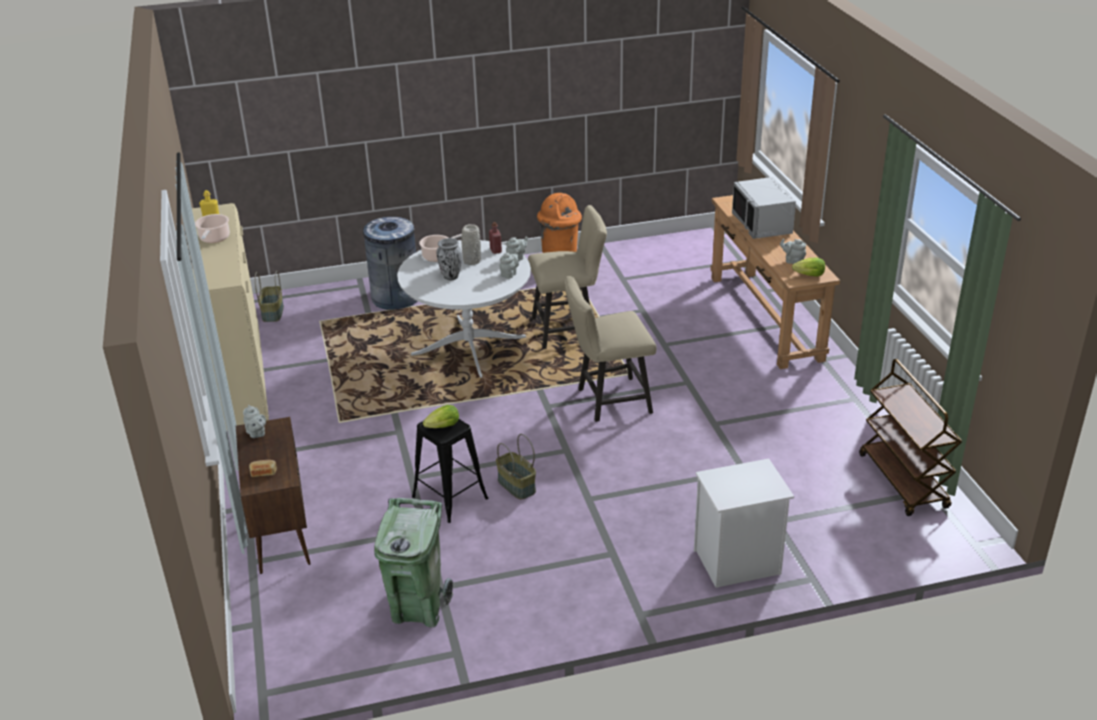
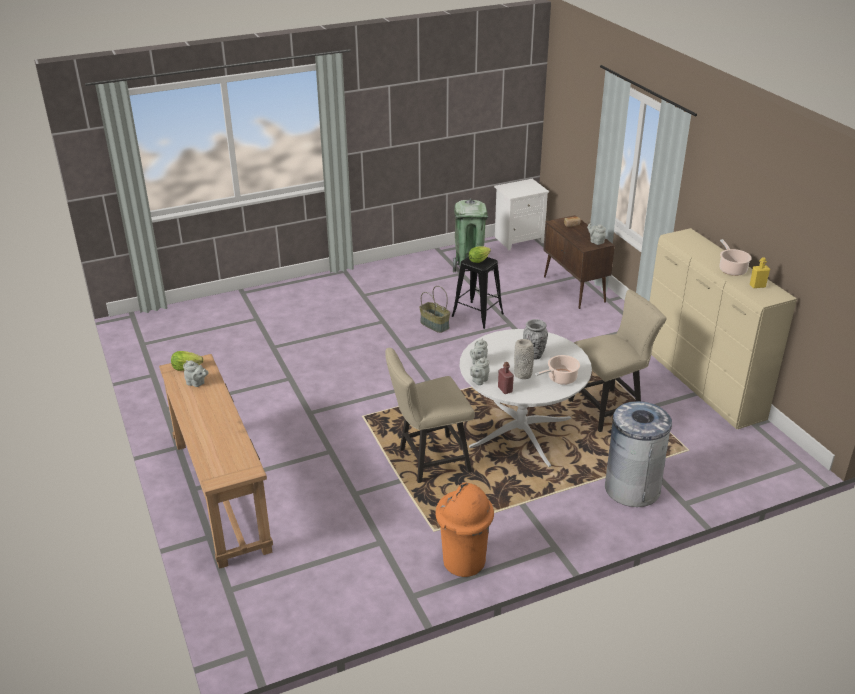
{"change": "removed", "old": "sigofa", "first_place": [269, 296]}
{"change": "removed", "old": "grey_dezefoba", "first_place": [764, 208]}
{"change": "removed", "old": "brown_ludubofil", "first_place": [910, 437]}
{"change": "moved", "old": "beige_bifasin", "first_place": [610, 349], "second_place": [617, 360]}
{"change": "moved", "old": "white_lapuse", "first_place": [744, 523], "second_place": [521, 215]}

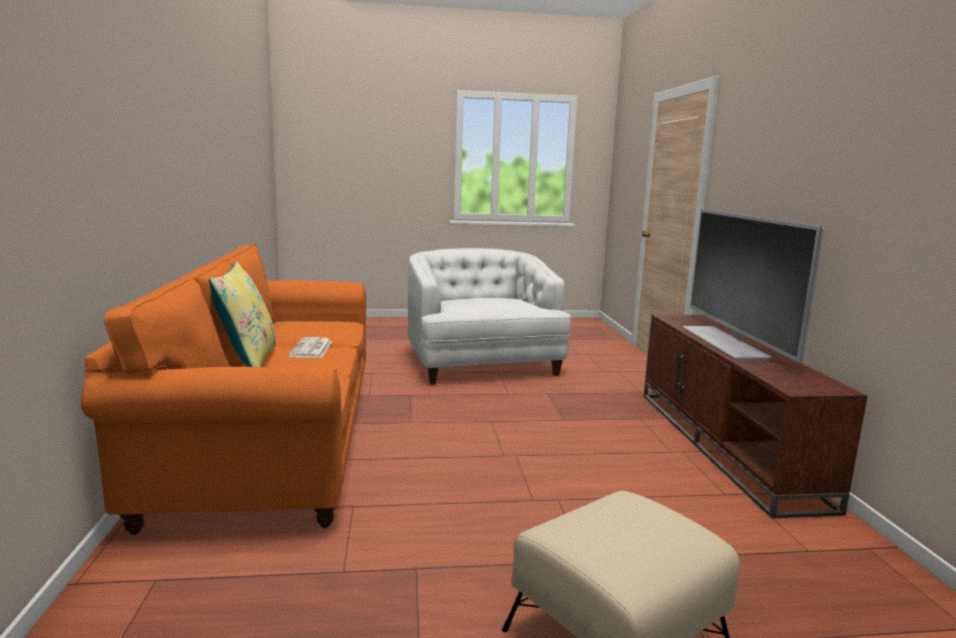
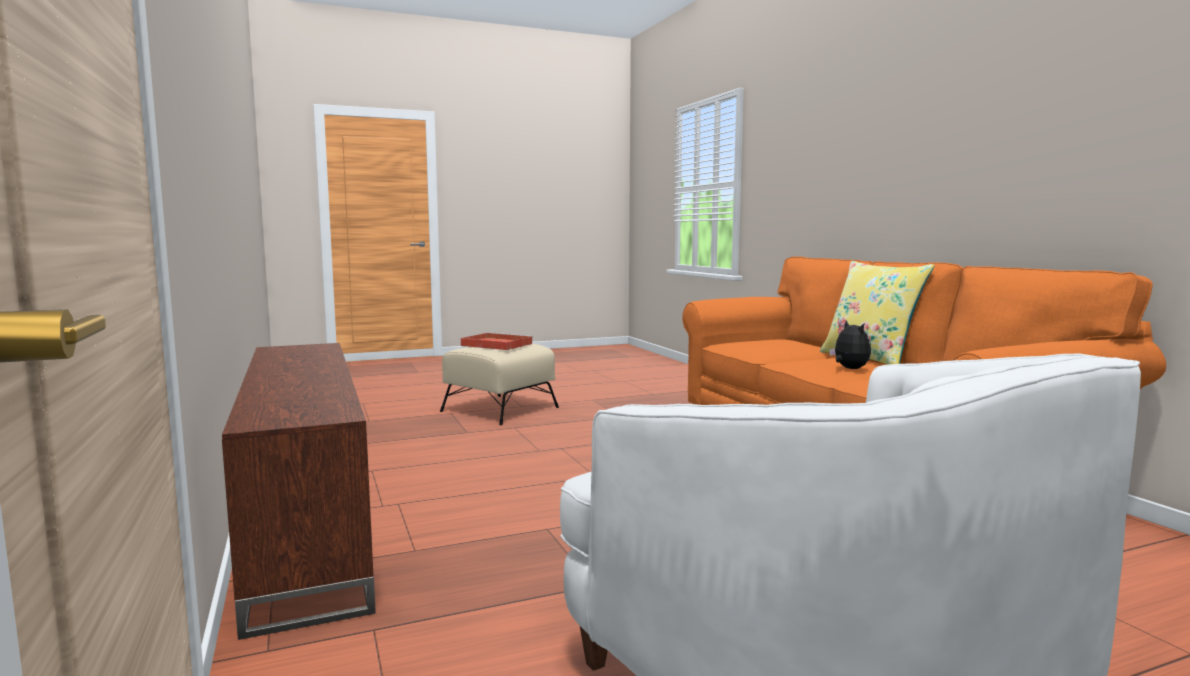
{"change": "removed", "old": "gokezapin", "first_place": [753, 286]}
{"change": "added", "new": "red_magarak", "second_place": [497, 341]}
{"change": "replaced", "old": "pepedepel", "new": "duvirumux", "first_place": [310, 347], "second_place": [850, 344]}

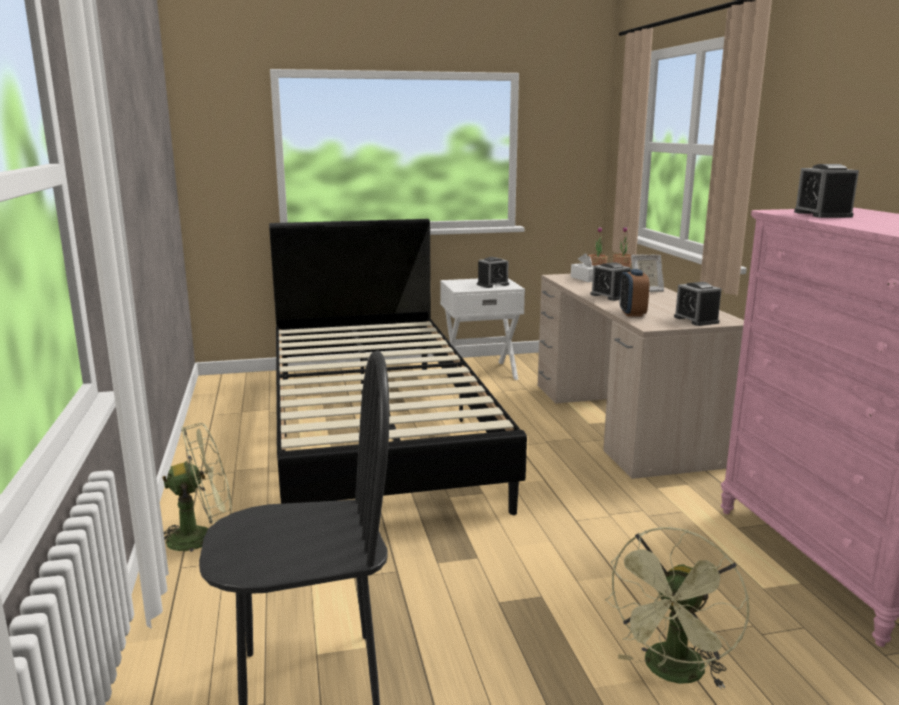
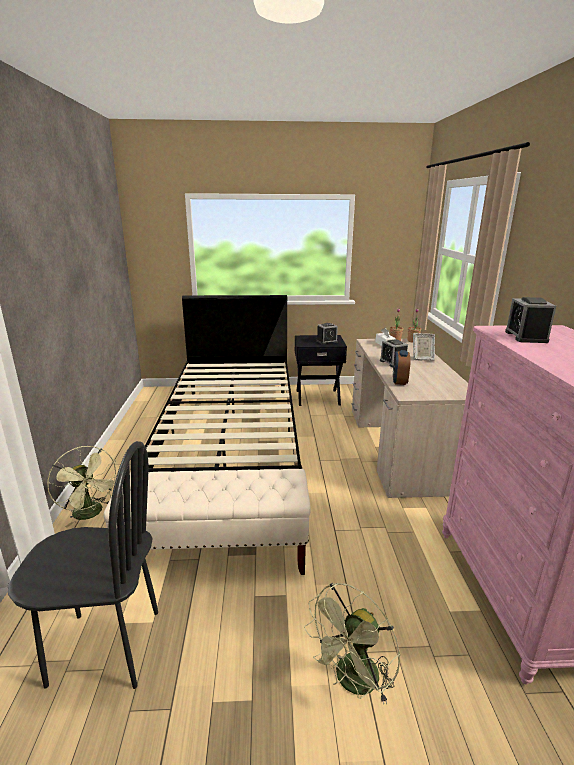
{"change": "removed", "old": "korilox", "first_place": [698, 304]}
{"change": "added", "new": "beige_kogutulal", "second_place": [207, 522]}
{"change": "recoloured", "old": "white_lapuse", "new": "black_lapuse", "first_place": [482, 329], "second_place": [320, 370]}
{"change": "turned", "old": "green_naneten", "first_place": [197, 487], "second_place": [82, 487], "degrees": 60}

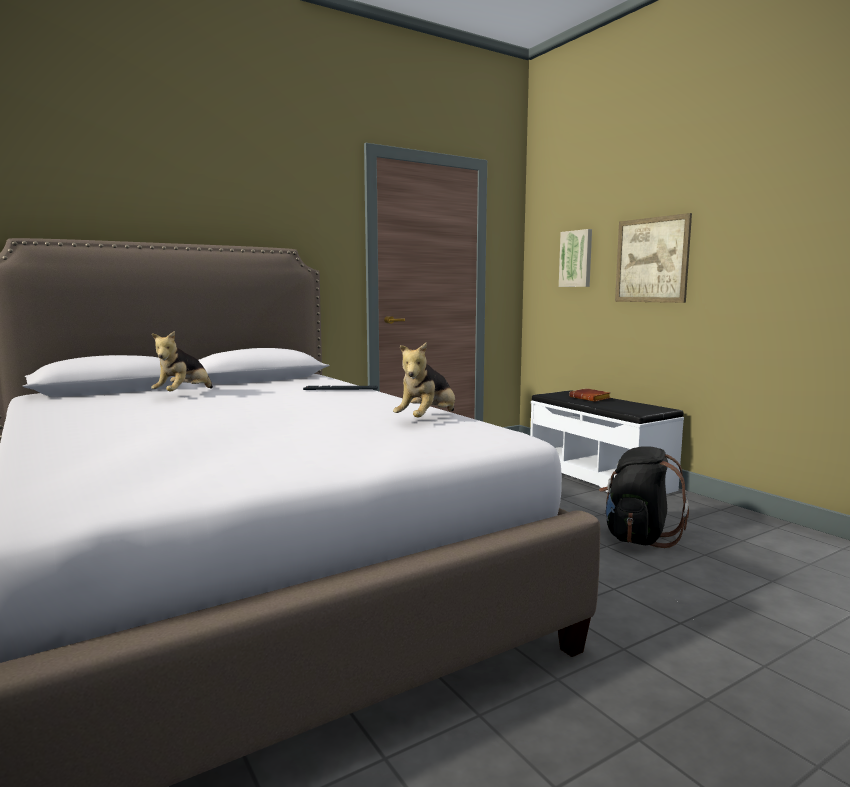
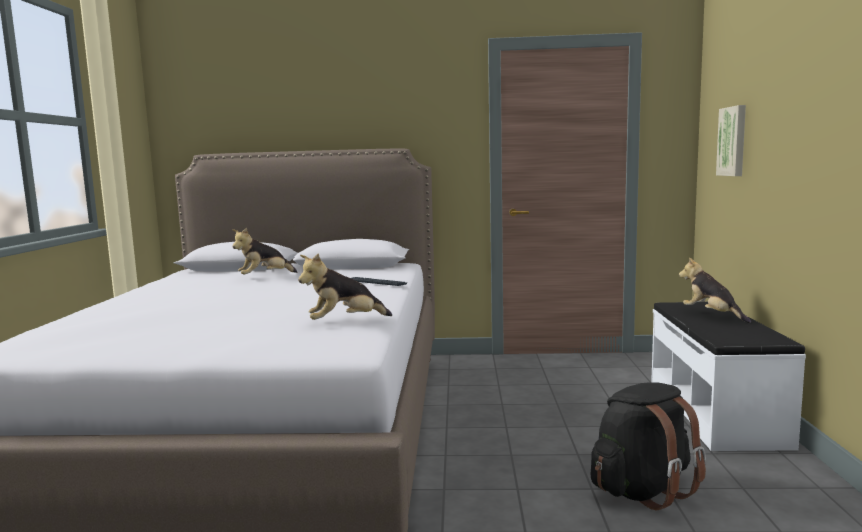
{"change": "removed", "old": "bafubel", "first_place": [653, 258]}
{"change": "replaced", "old": "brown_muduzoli", "new": "duvirumux", "first_place": [590, 395], "second_place": [715, 290]}

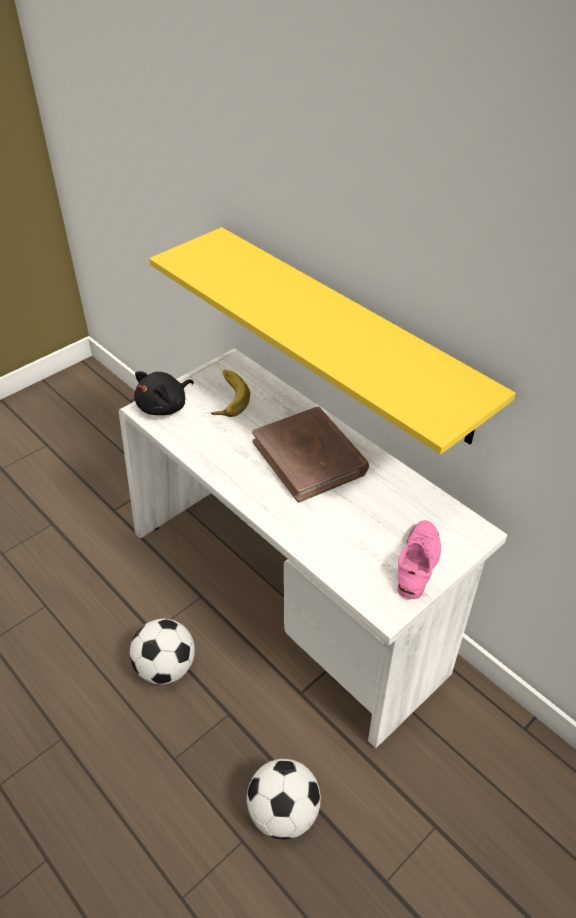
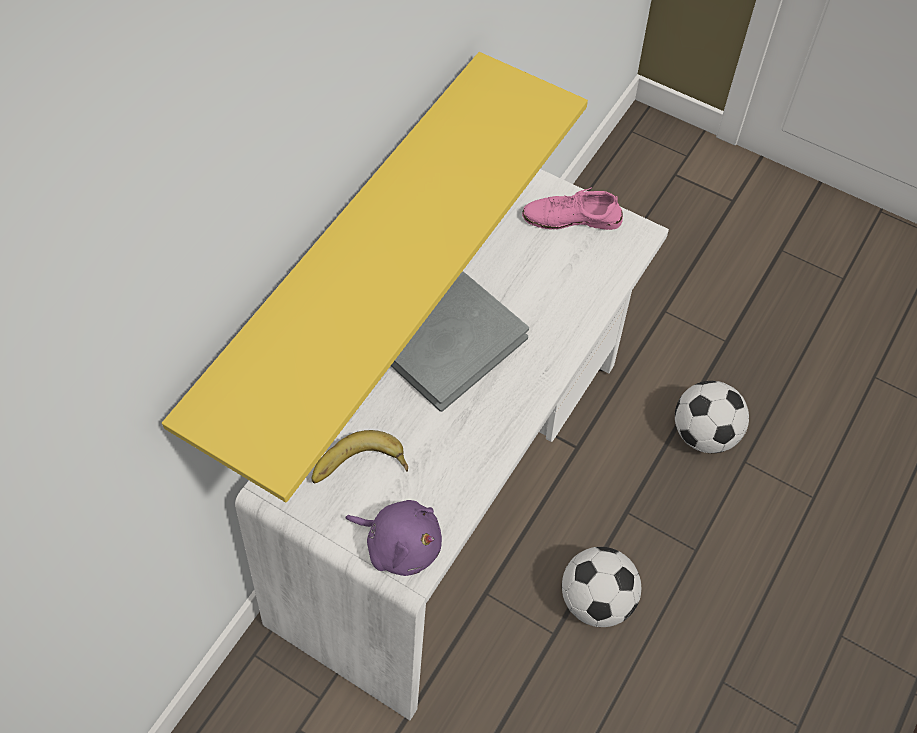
{"change": "recoloured", "old": "black_duvirumux", "new": "purple_duvirumux", "first_place": [164, 393], "second_place": [393, 538]}
{"change": "recoloured", "old": "brown_muduzoli", "new": "grey_muduzoli", "first_place": [310, 455], "second_place": [460, 342]}

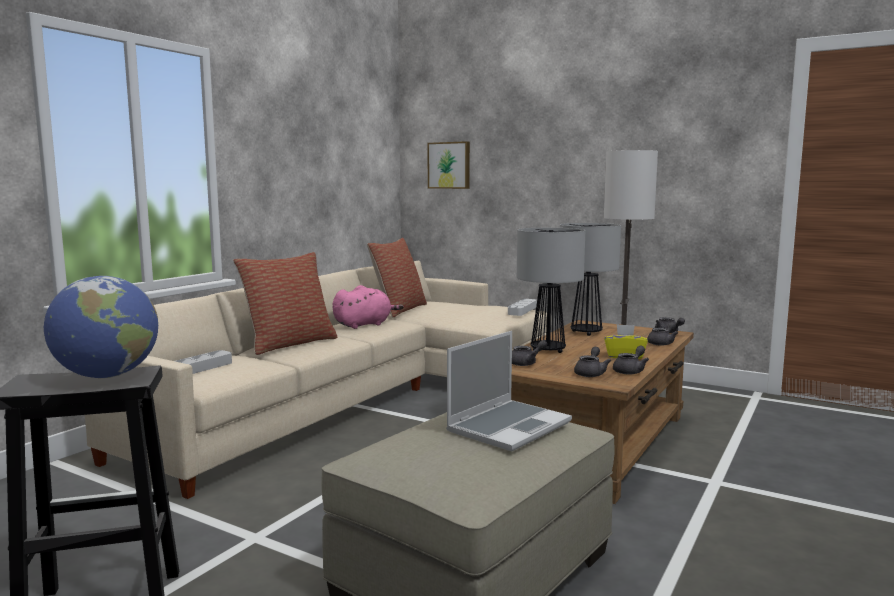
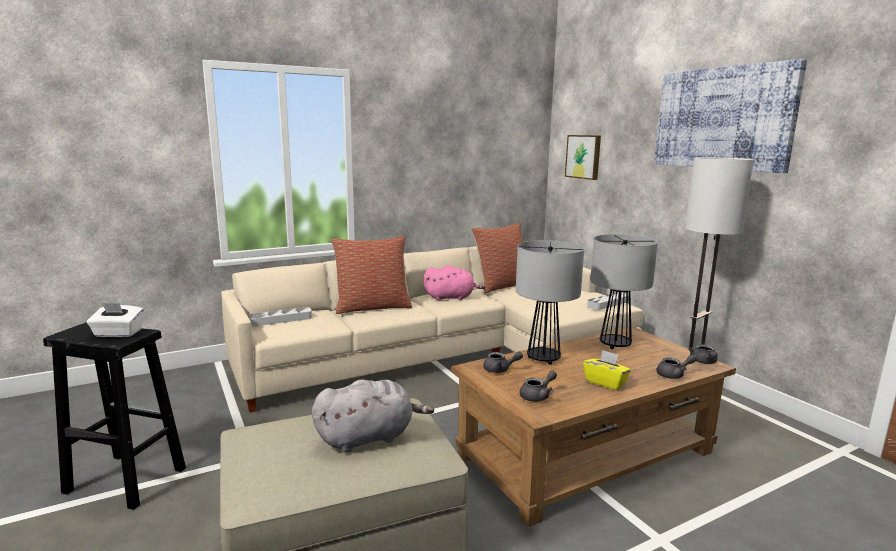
{"change": "removed", "old": "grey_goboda", "first_place": [631, 360]}
{"change": "added", "new": "bafubel", "second_place": [730, 116]}
{"change": "replaced", "old": "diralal", "new": "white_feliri", "first_place": [101, 327], "second_place": [115, 319]}
{"change": "replaced", "old": "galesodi", "new": "grey_duvirumux", "first_place": [509, 391], "second_place": [373, 416]}

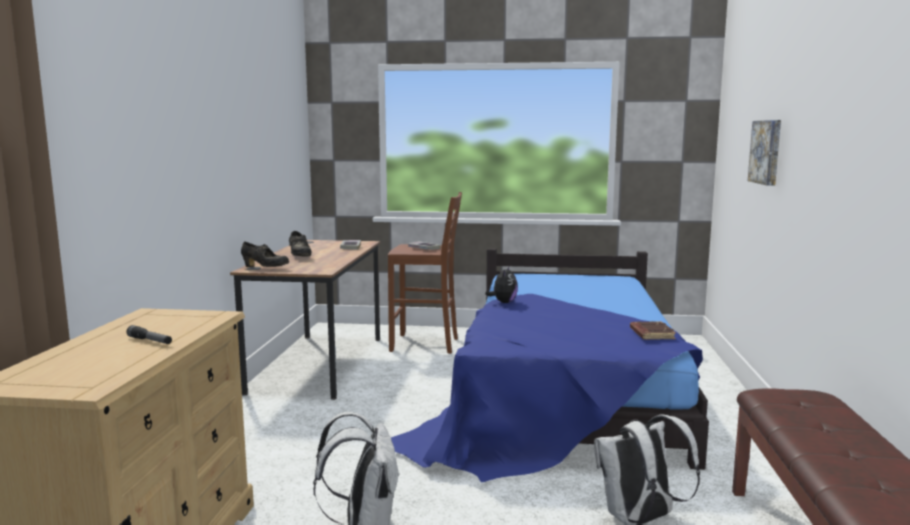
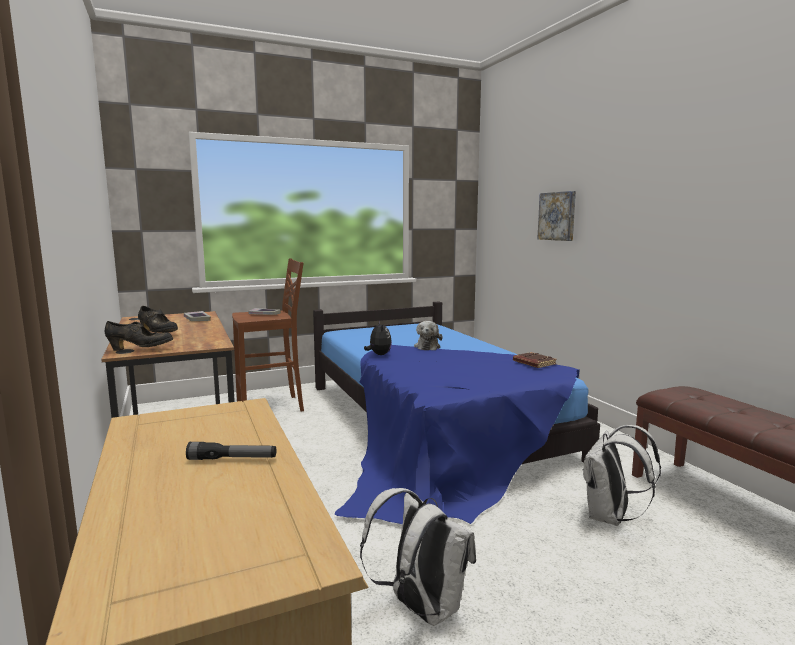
{"change": "added", "new": "duvirumux", "second_place": [428, 335]}

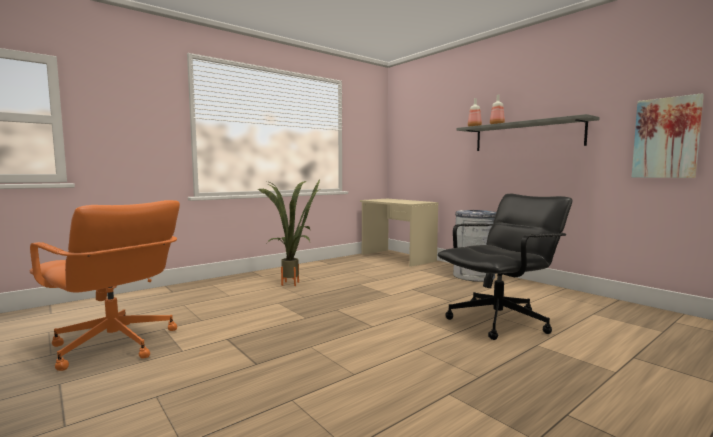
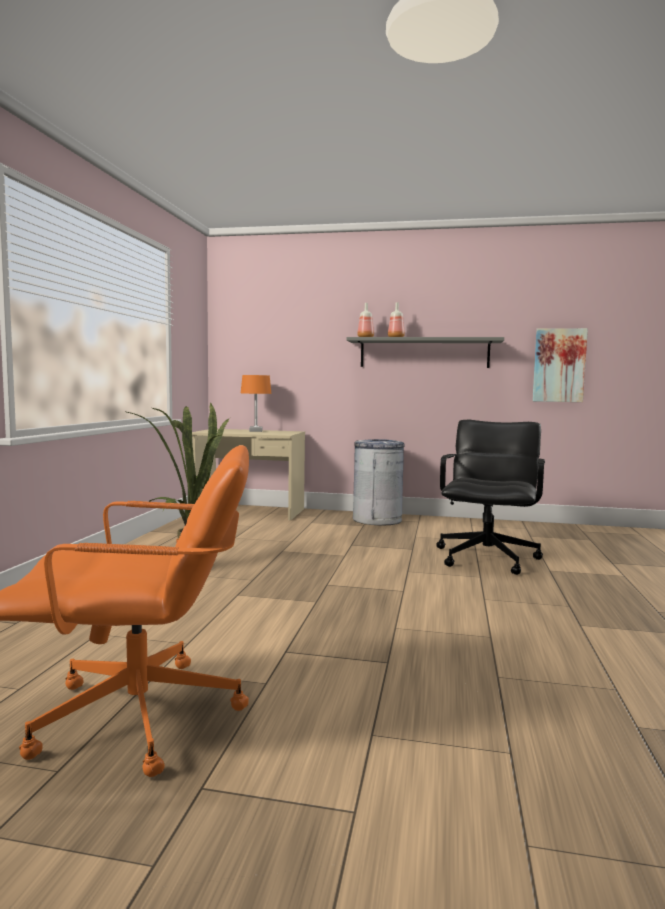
{"change": "added", "new": "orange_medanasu", "second_place": [256, 403]}

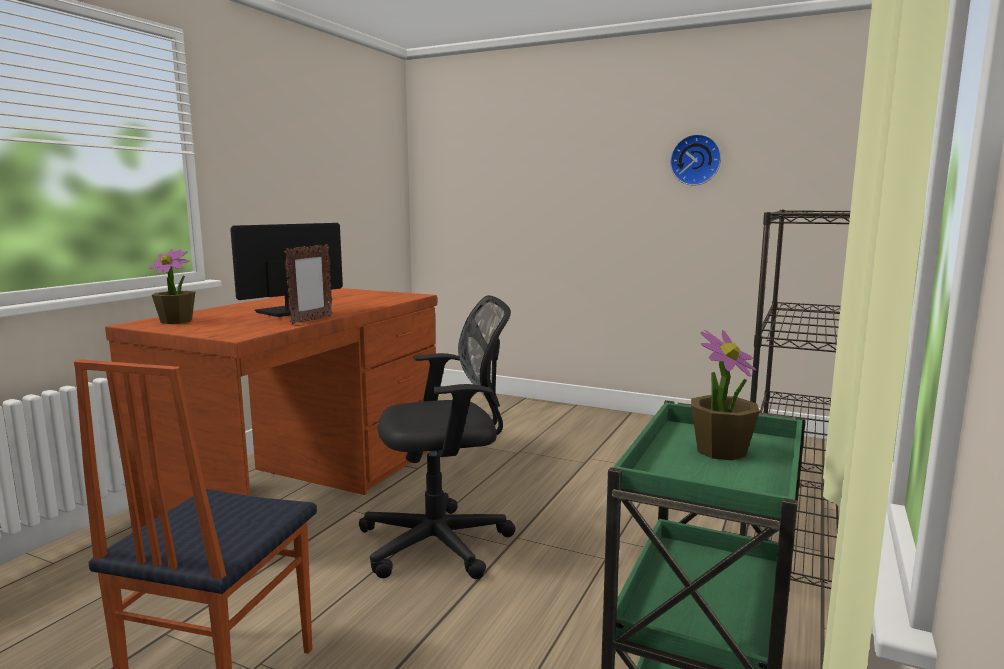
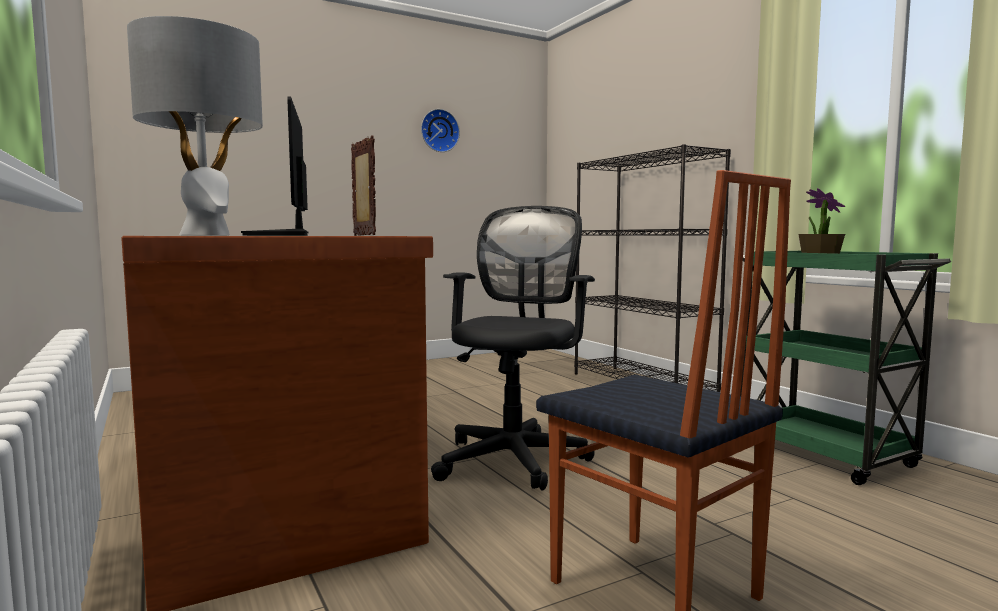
{"change": "replaced", "old": "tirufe", "new": "grey_medanasu", "first_place": [172, 286], "second_place": [195, 125]}

